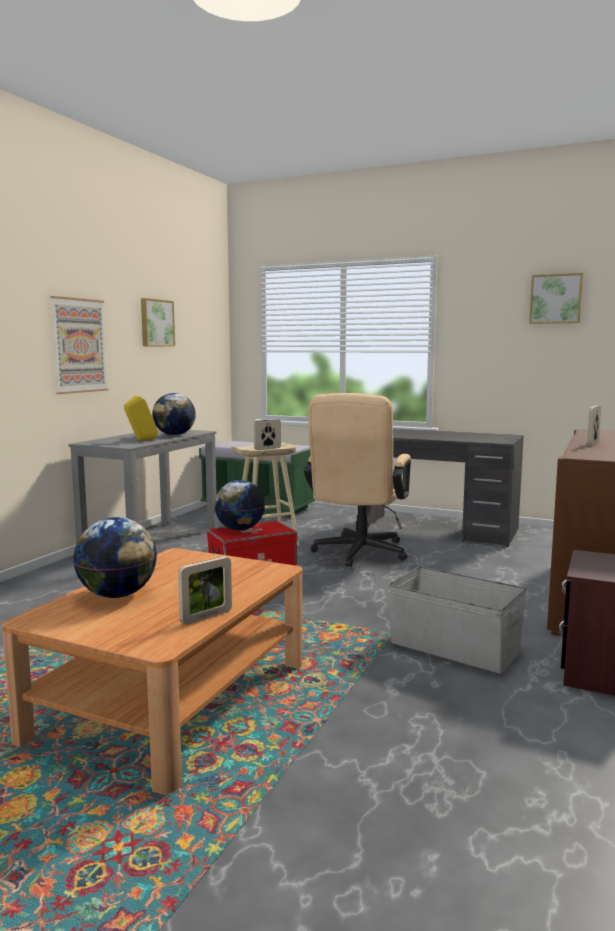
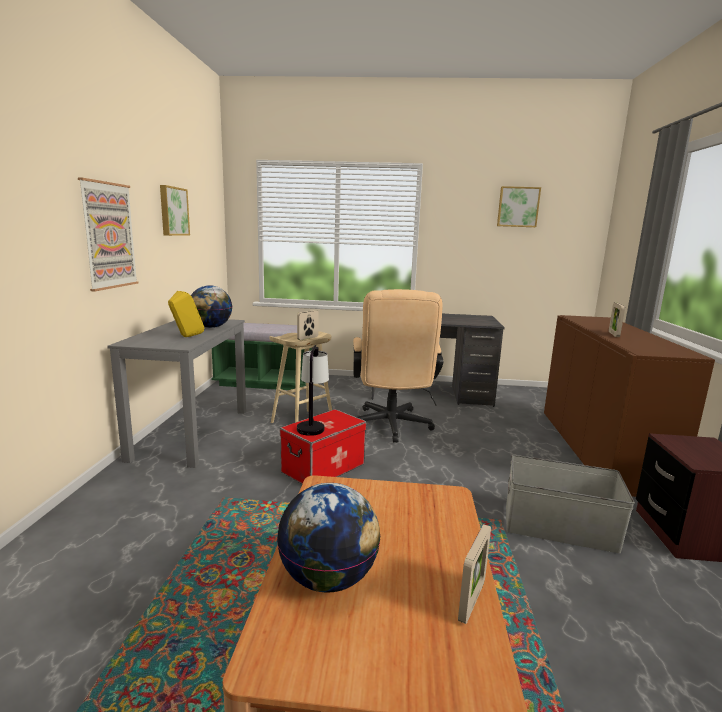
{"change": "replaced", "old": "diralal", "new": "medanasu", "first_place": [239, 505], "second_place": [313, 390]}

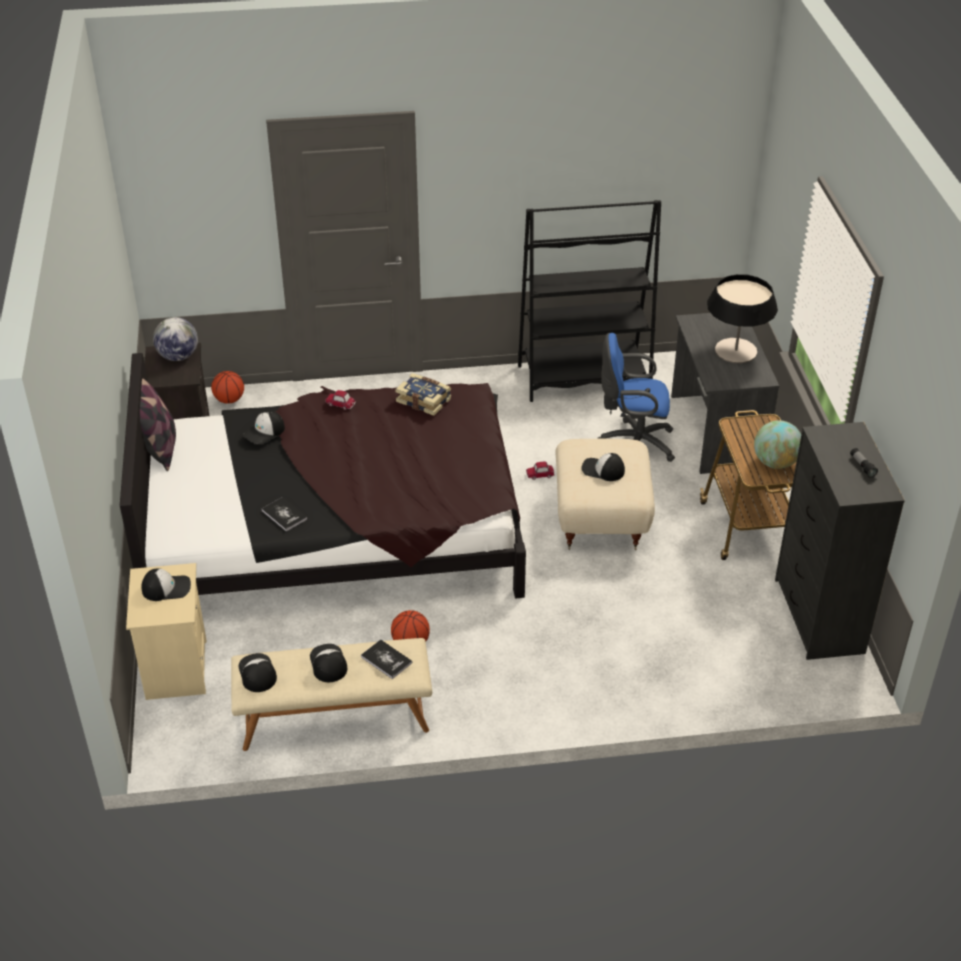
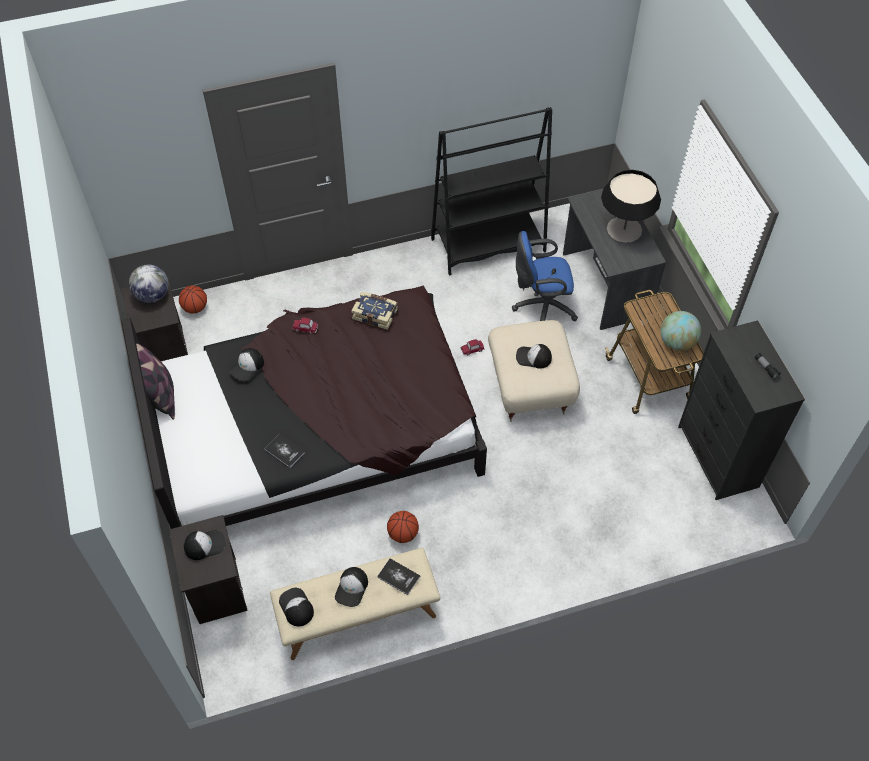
{"change": "recoloured", "old": "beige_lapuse", "new": "black_lapuse", "first_place": [166, 631], "second_place": [208, 569]}
{"change": "turned", "old": "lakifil", "first_place": [328, 663], "second_place": [351, 587], "degrees": -135}

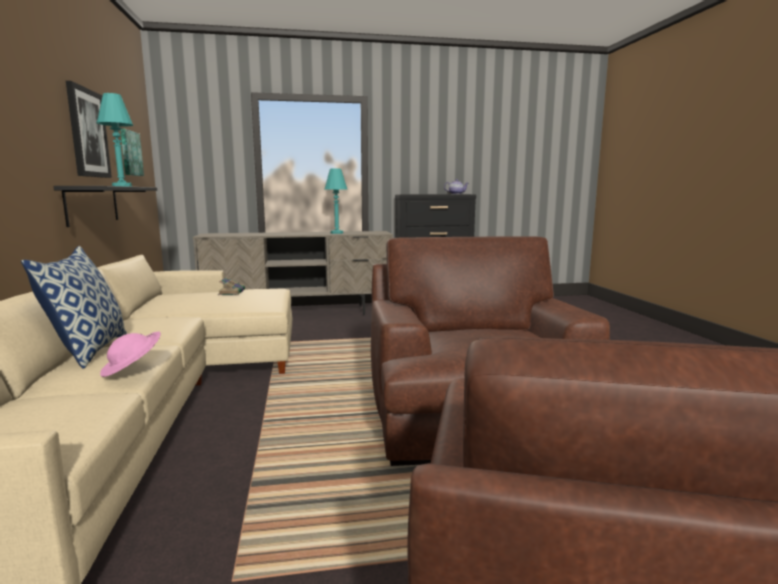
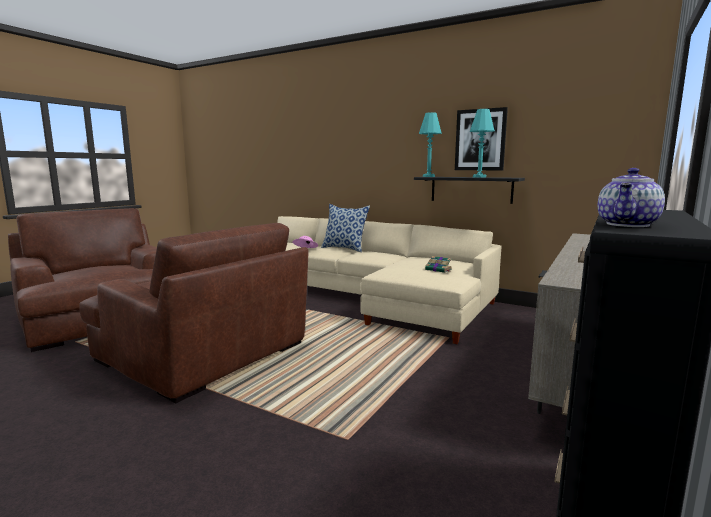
{"change": "removed", "old": "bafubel", "first_place": [132, 152]}
{"change": "moved", "old": "turquoise_medanasu", "first_place": [336, 201], "second_place": [430, 144]}

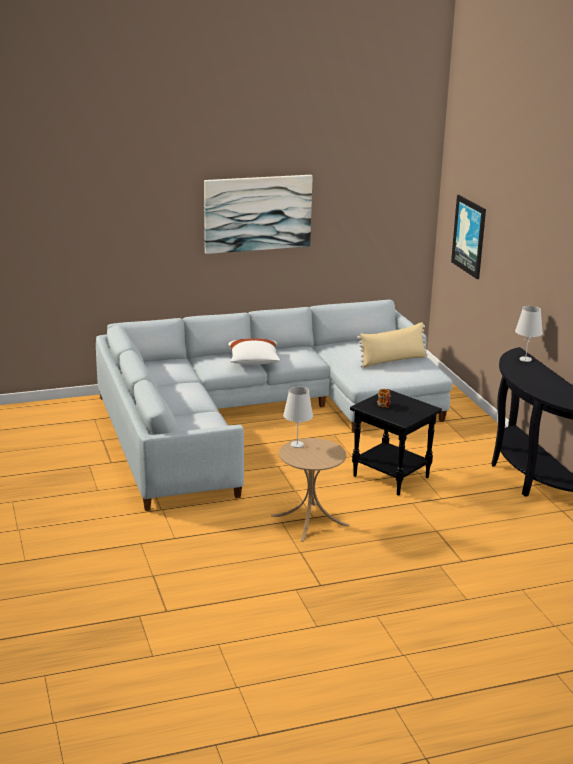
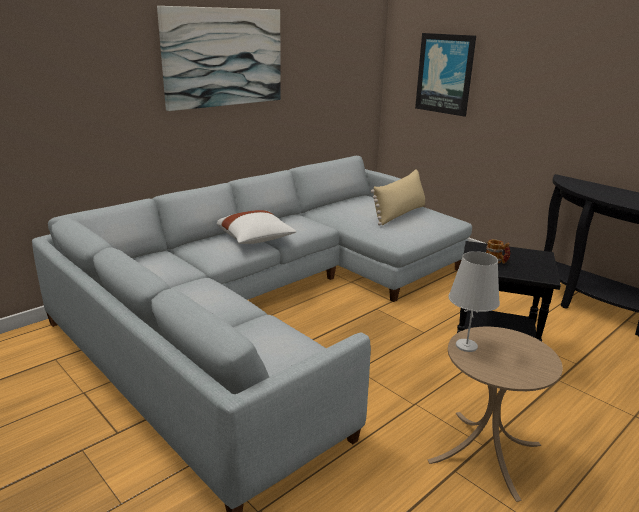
{"change": "removed", "old": "white_medanasu", "first_place": [529, 334]}

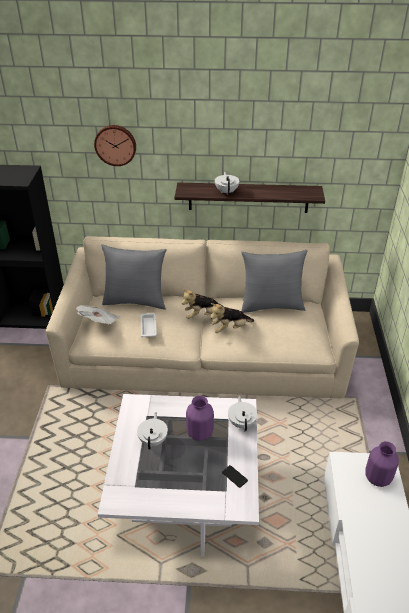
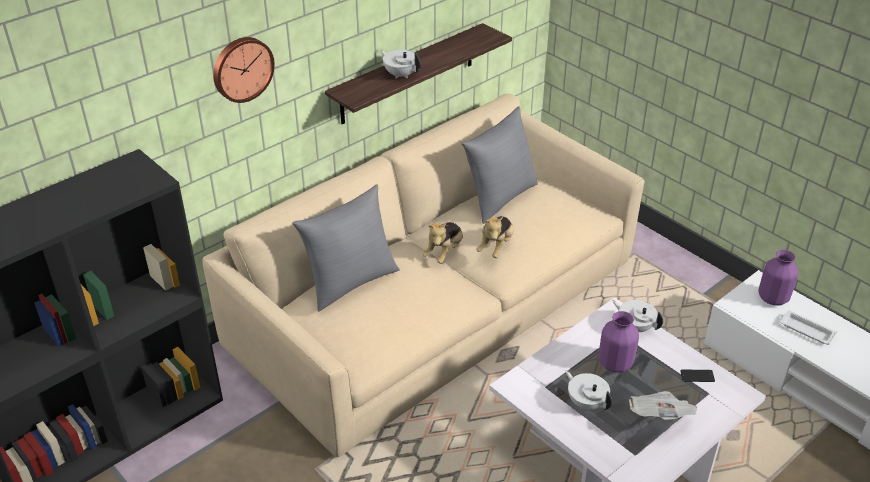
{"change": "moved", "old": "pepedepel", "first_place": [98, 314], "second_place": [663, 405]}
{"change": "moved", "old": "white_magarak", "first_place": [149, 325], "second_place": [808, 327]}

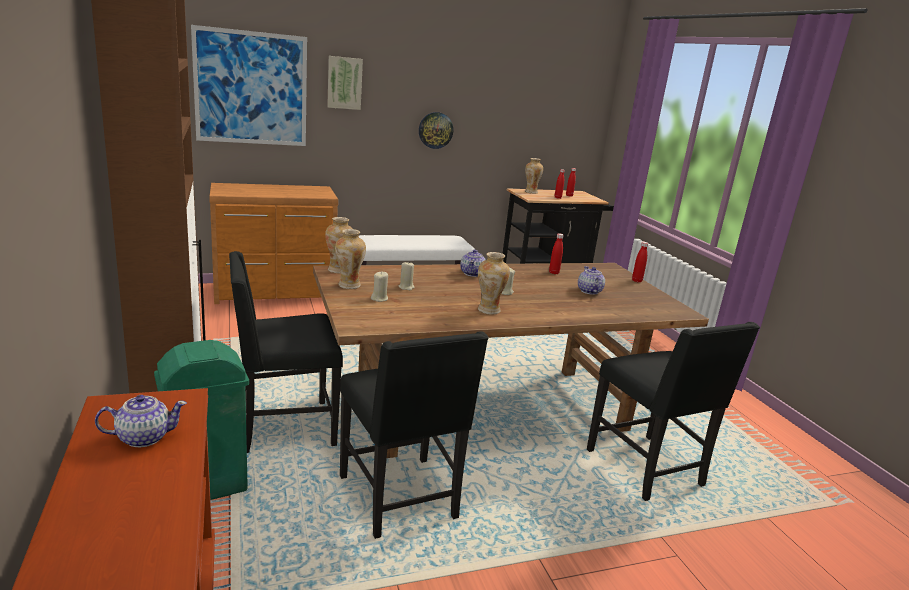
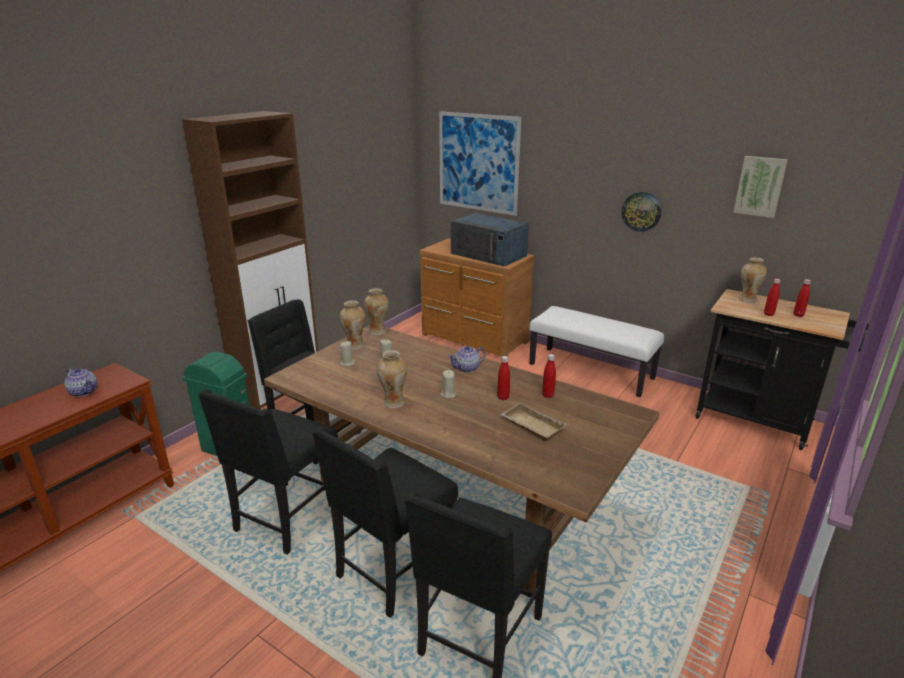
{"change": "added", "new": "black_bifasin", "second_place": [385, 522]}
{"change": "added", "new": "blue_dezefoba", "second_place": [490, 240]}
{"change": "moved", "old": "bafubel", "first_place": [345, 83], "second_place": [760, 187]}
{"change": "moved", "old": "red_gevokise", "first_place": [640, 262], "second_place": [503, 378]}
{"change": "replaced", "old": "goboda", "new": "beige_magarak", "first_place": [591, 280], "second_place": [533, 421]}

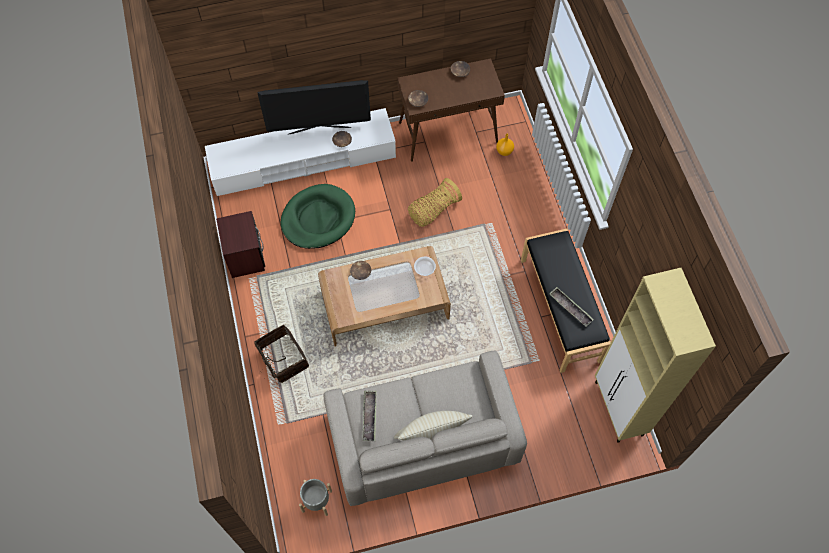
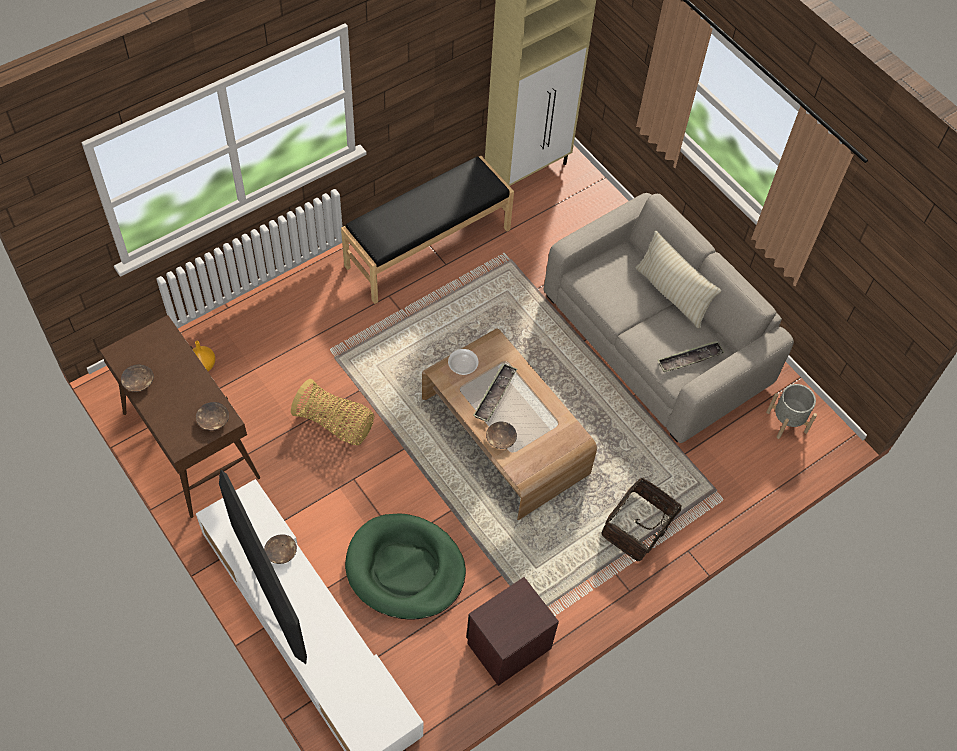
{"change": "moved", "old": "magarak", "first_place": [571, 307], "second_place": [495, 392]}

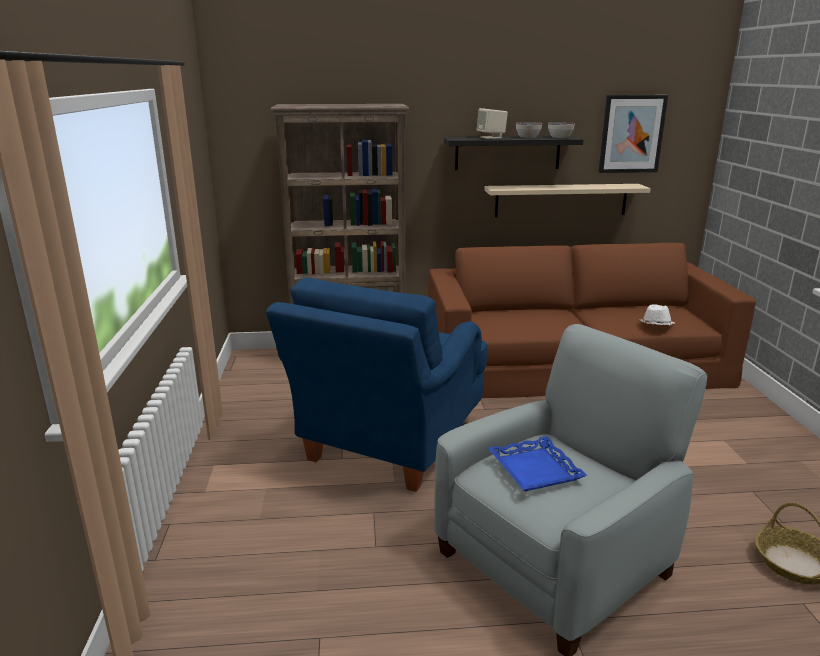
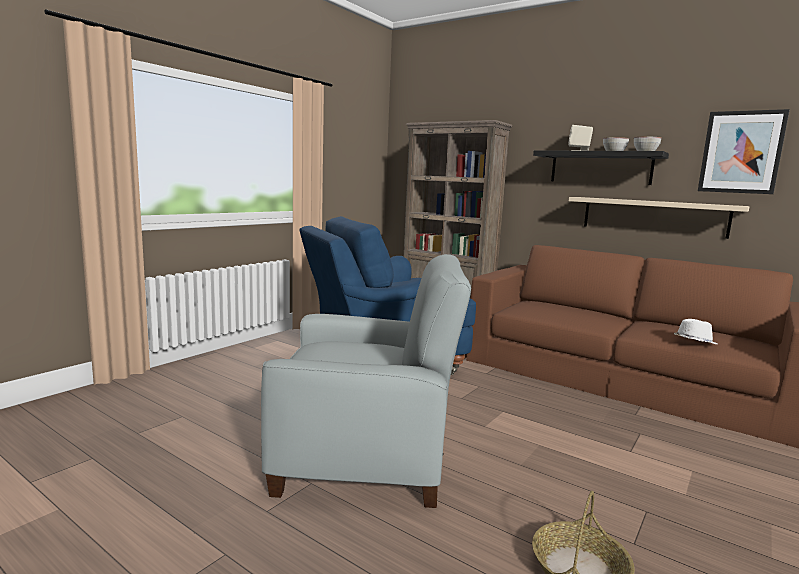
{"change": "removed", "old": "blue_magarak", "first_place": [537, 464]}

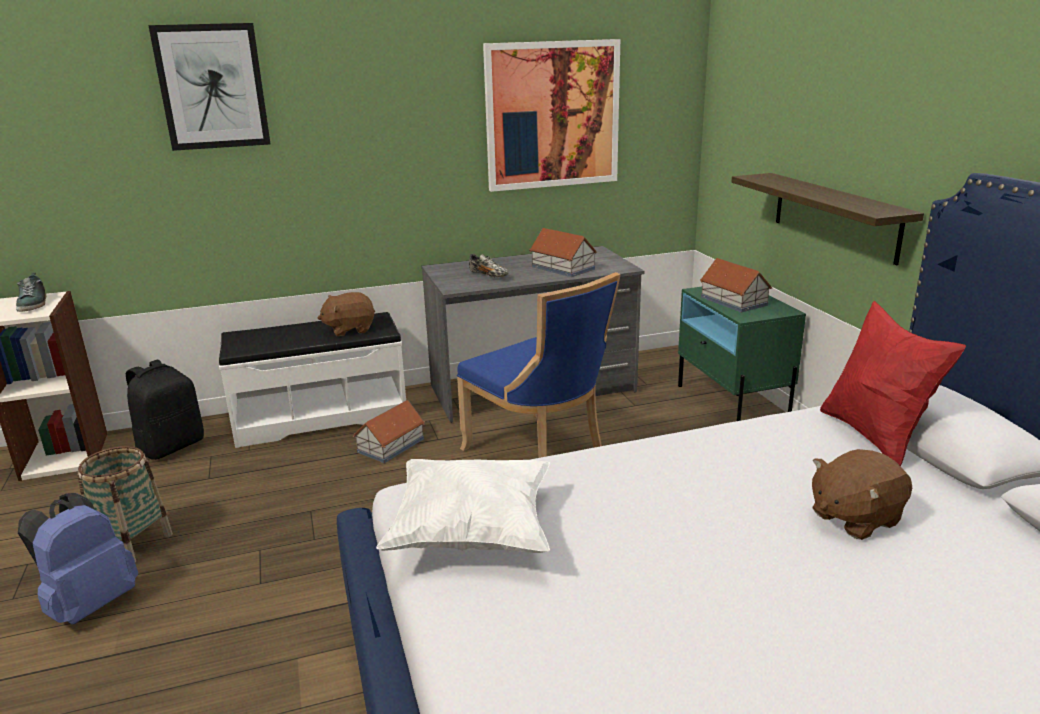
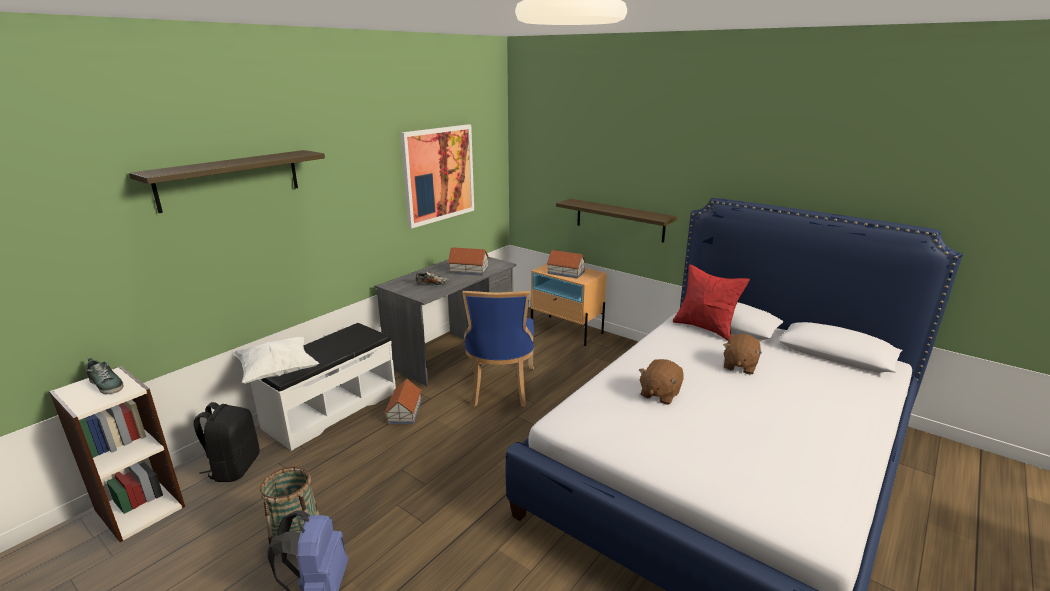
{"change": "moved", "old": "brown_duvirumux", "first_place": [346, 314], "second_place": [661, 382]}
{"change": "moved", "old": "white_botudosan", "first_place": [463, 506], "second_place": [276, 360]}
{"change": "replaced", "old": "bafubel", "new": "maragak", "first_place": [209, 87], "second_place": [227, 181]}
{"change": "recoloured", "old": "green_lapuse", "new": "beige_lapuse", "first_place": [742, 354], "second_place": [569, 305]}
{"change": "turned", "old": "blue_bifasin", "first_place": [539, 365], "second_place": [498, 349], "degrees": 75}

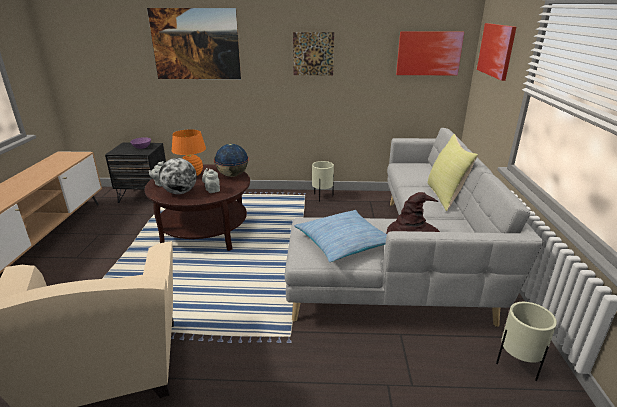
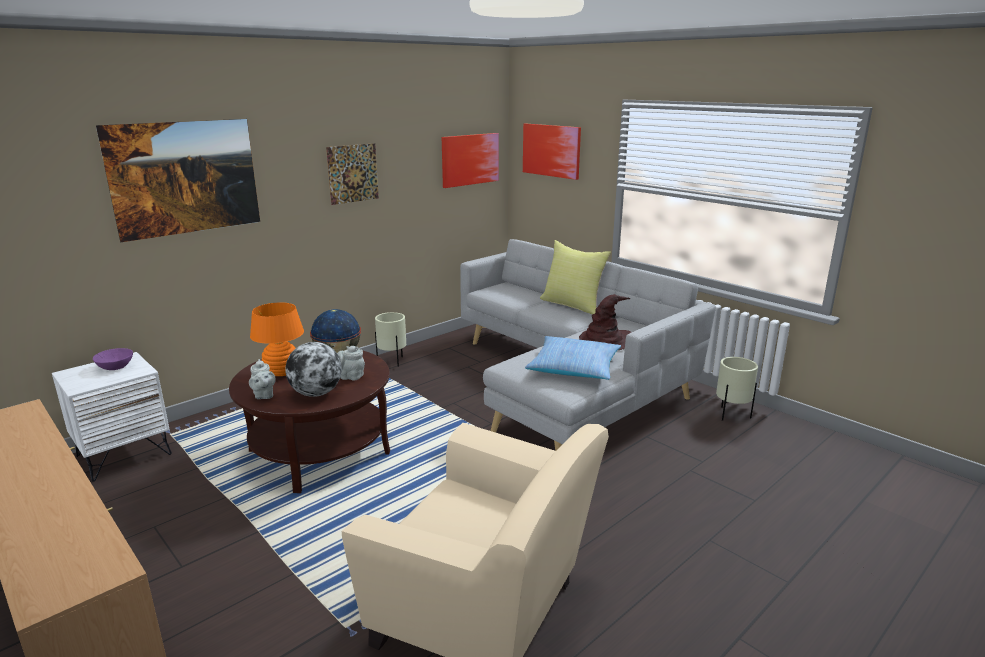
{"change": "recoloured", "old": "black_lapuse", "new": "white_lapuse", "first_place": [135, 173], "second_place": [112, 417]}

